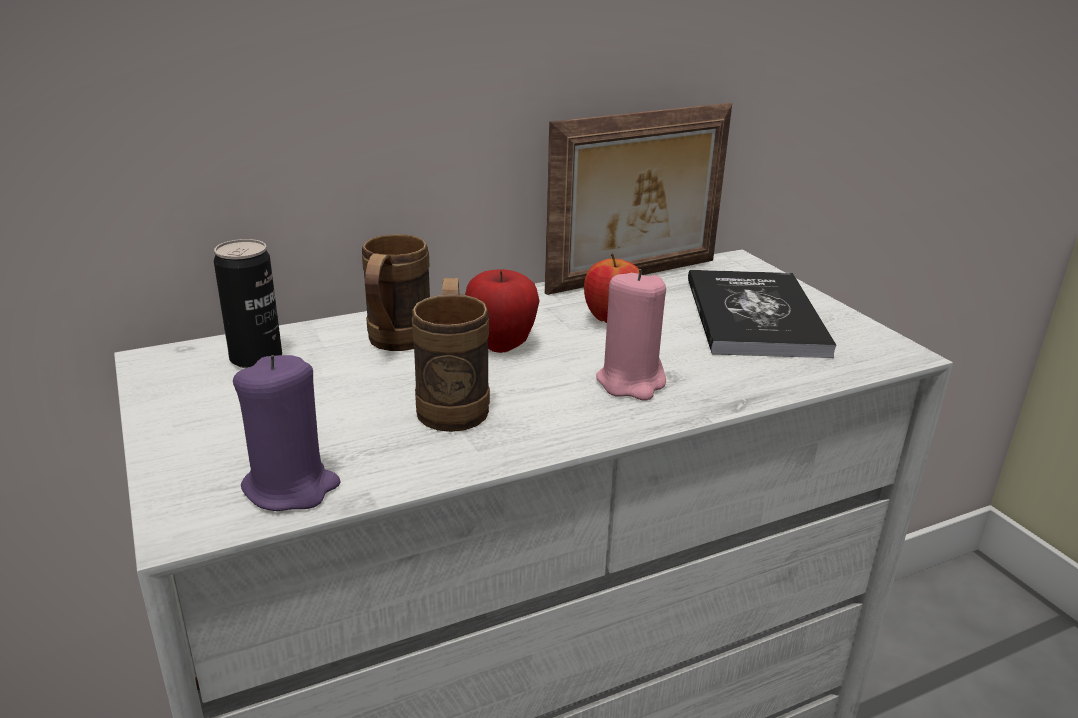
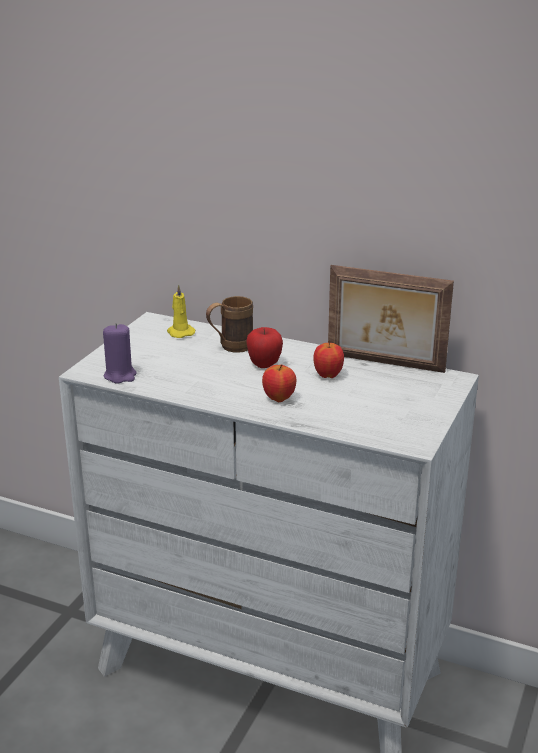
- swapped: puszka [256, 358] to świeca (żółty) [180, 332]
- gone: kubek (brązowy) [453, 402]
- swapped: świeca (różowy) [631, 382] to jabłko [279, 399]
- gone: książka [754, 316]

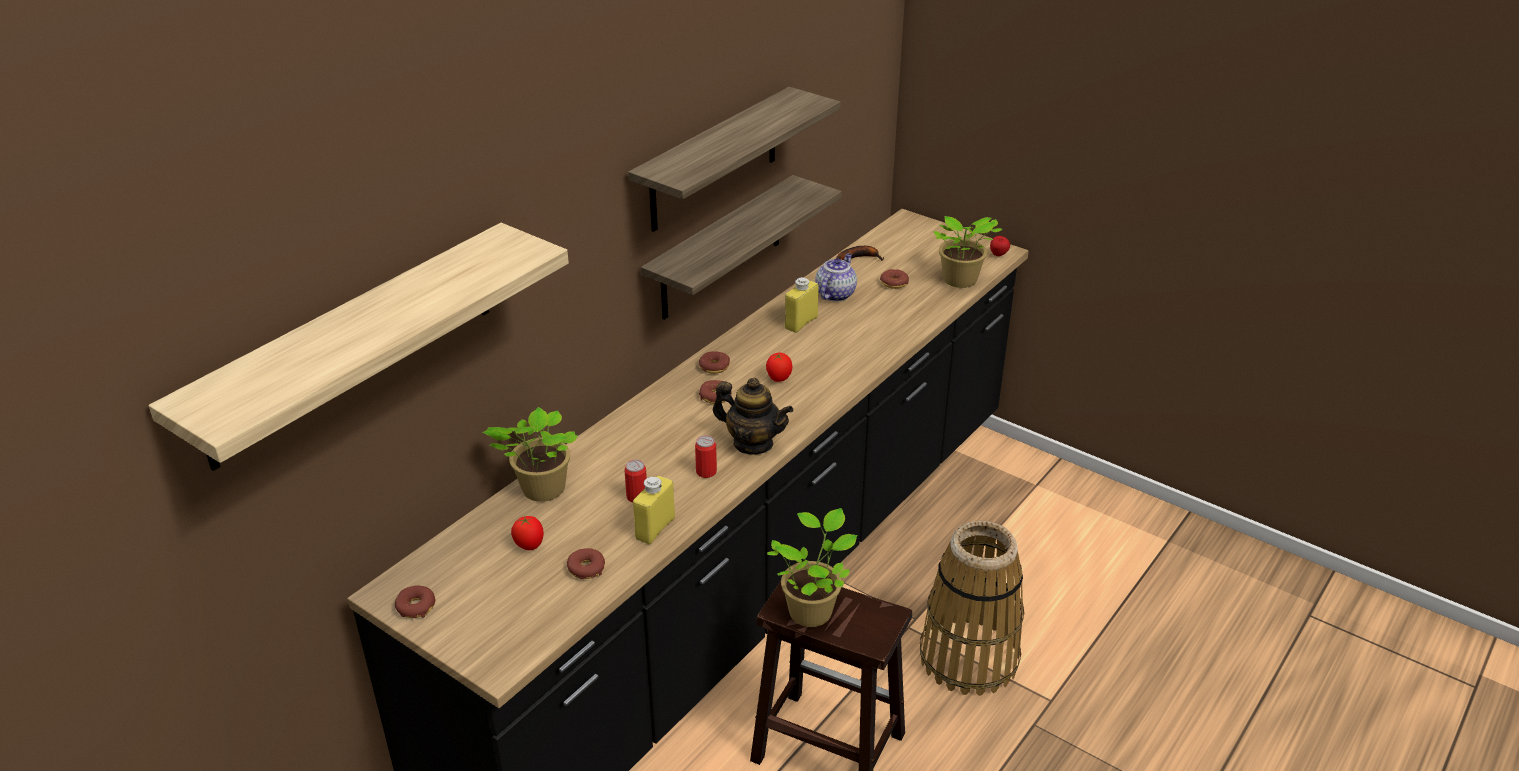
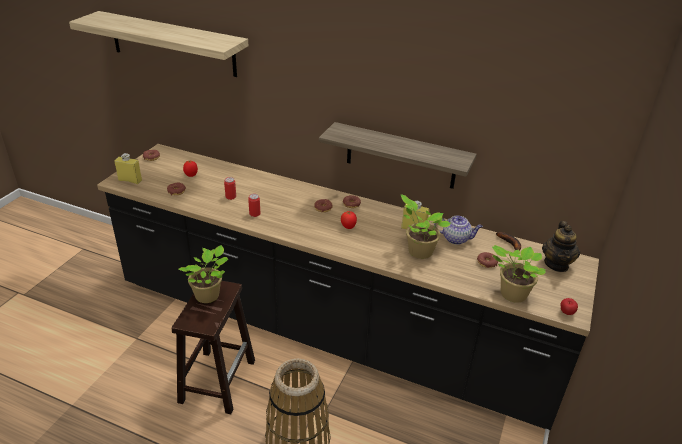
- shifted: roślina doniczkowa [540, 490] to [418, 251]
- gone: półka [714, 160]
- shifted: butelka (żółty) [655, 528] to [130, 180]
- shifted: imbryk [753, 443] to [556, 264]

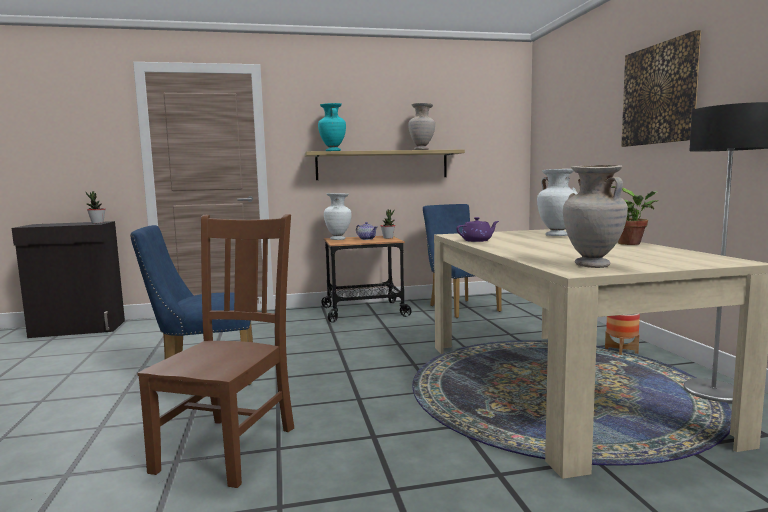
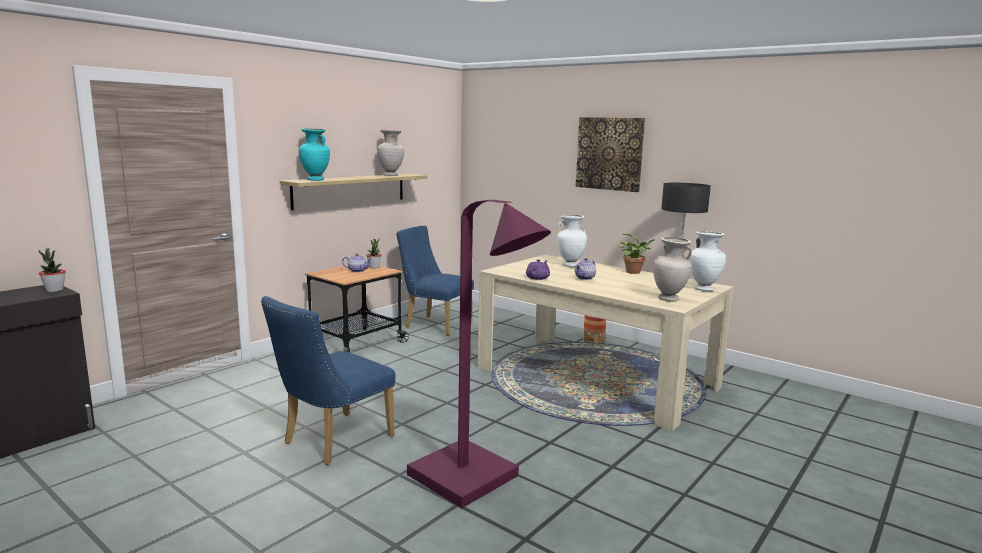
- swapped: krzesło (brązowy) [230, 446] to lampa stojąca (fioletowy) [474, 481]
- shifted: wazon (biały) [338, 239] to [704, 289]
- new: imbryk [585, 278]

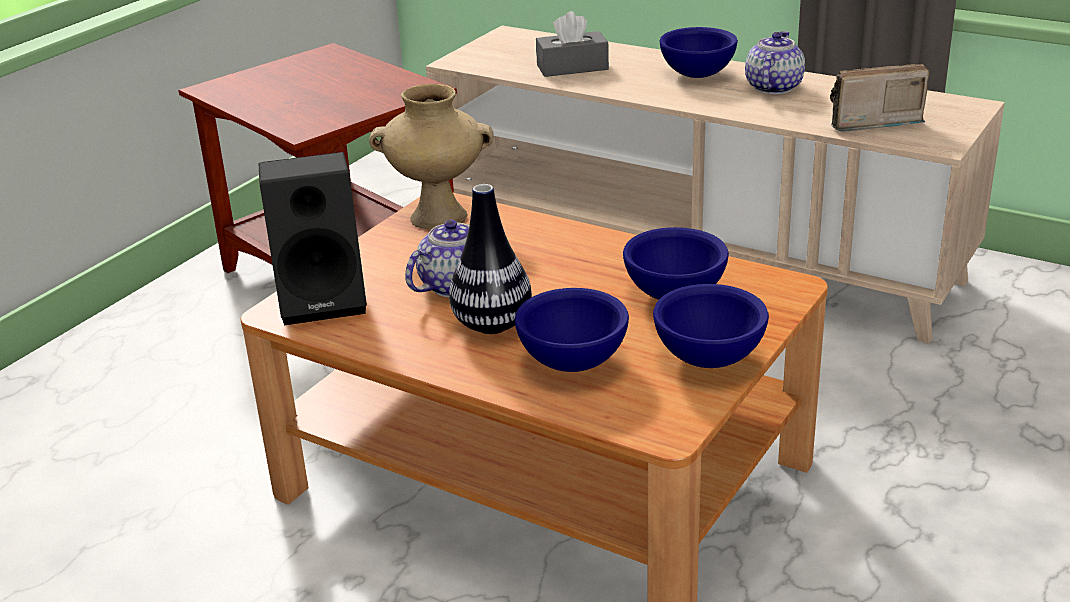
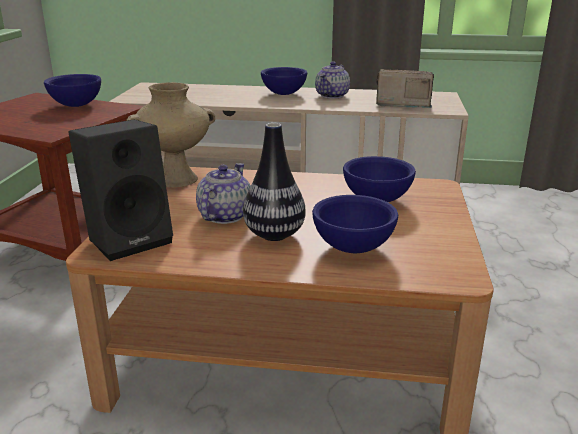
- gone: pudełko chusteczek (szary) [572, 67]
- shifted: miska (niebieski) [707, 358] to [75, 105]
- rotated: imbryk [772, 87] = [332, 95] 150 degrees counterclockwise
- rotated: radio [869, 121] = [401, 104] 45 degrees clockwise

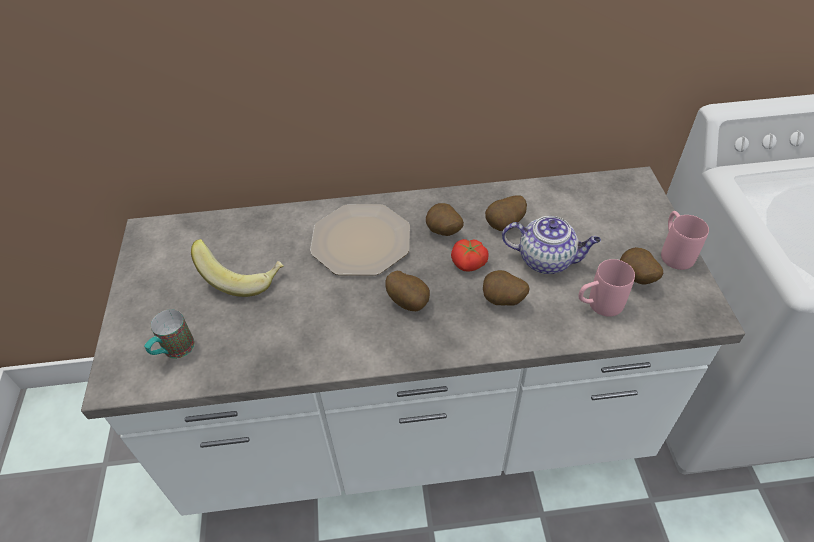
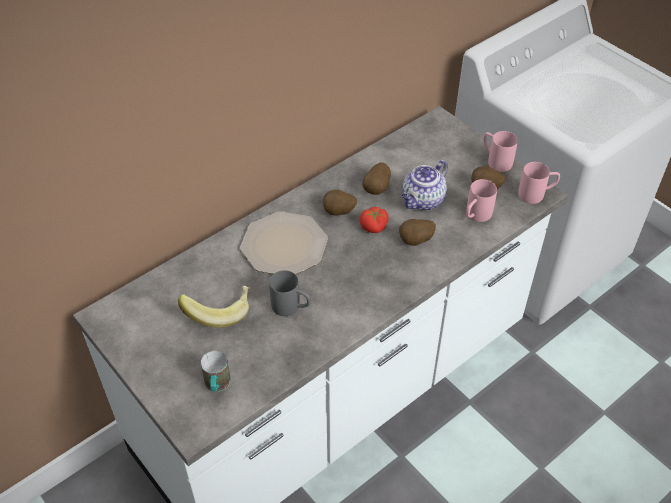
- gone: ziemniak [409, 302]
- rotated: imbryk [547, 260] = [422, 201] 150 degrees clockwise
- new: kubek (szary) [291, 308]
- new: kubek (różowy) [536, 194]

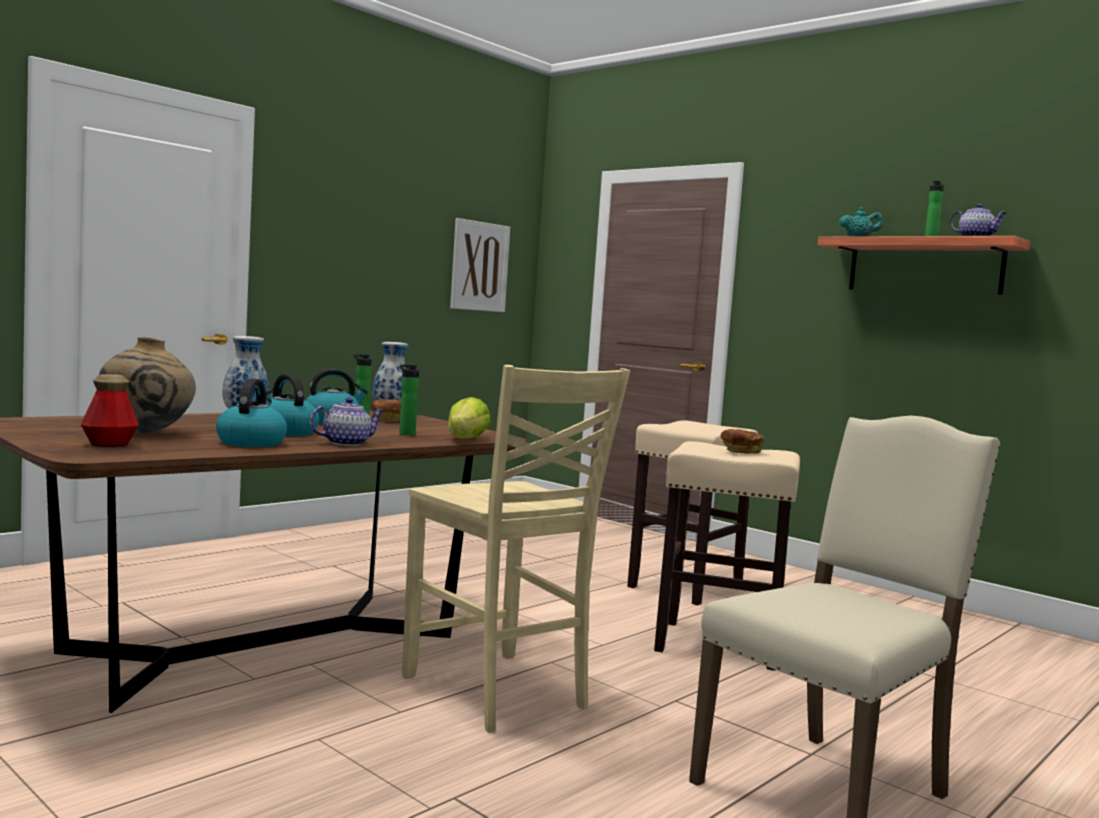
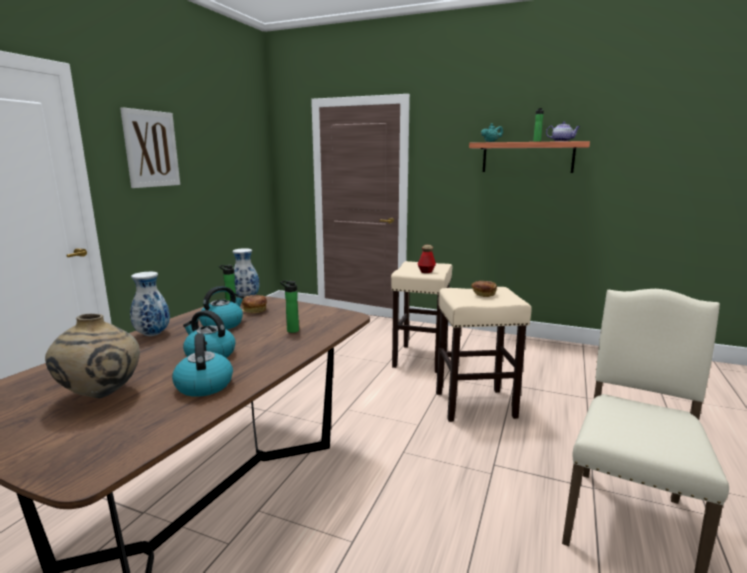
- shifted: butelka [109, 444] to [426, 271]
- gone: imbryk [347, 443]
- gone: krzesło (beżowy) [497, 693]
- gone: sałata [466, 439]
- shifted: obraz [479, 266] to [151, 149]

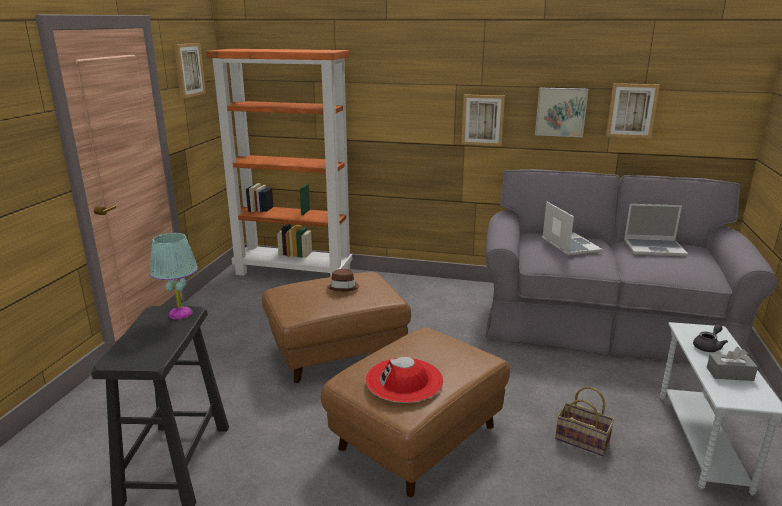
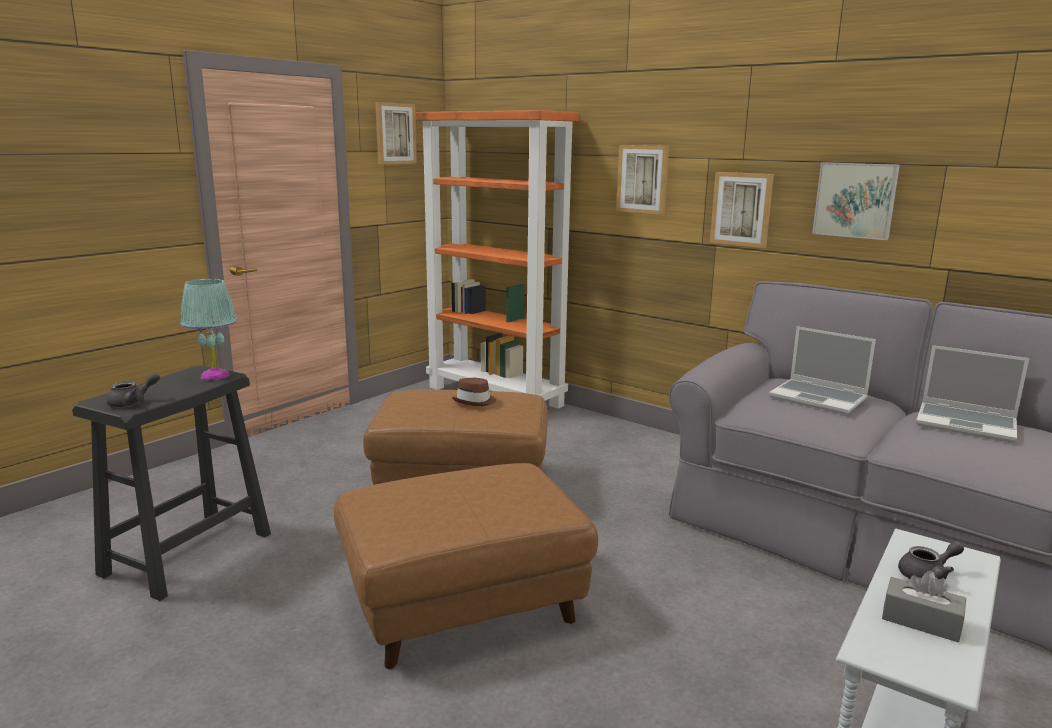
- gone: kapelusz (czerwony) [404, 380]
- rotated: laptop [569, 245] = [819, 398] 120 degrees clockwise
- gone: koszyk [583, 440]
- shifted: obraz [631, 110] to [643, 179]
- new: imbryk (szary) [132, 402]

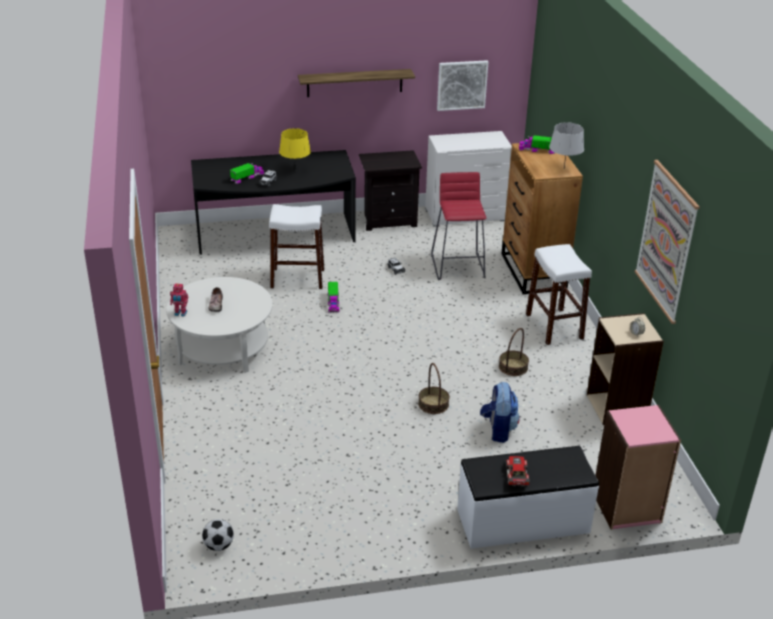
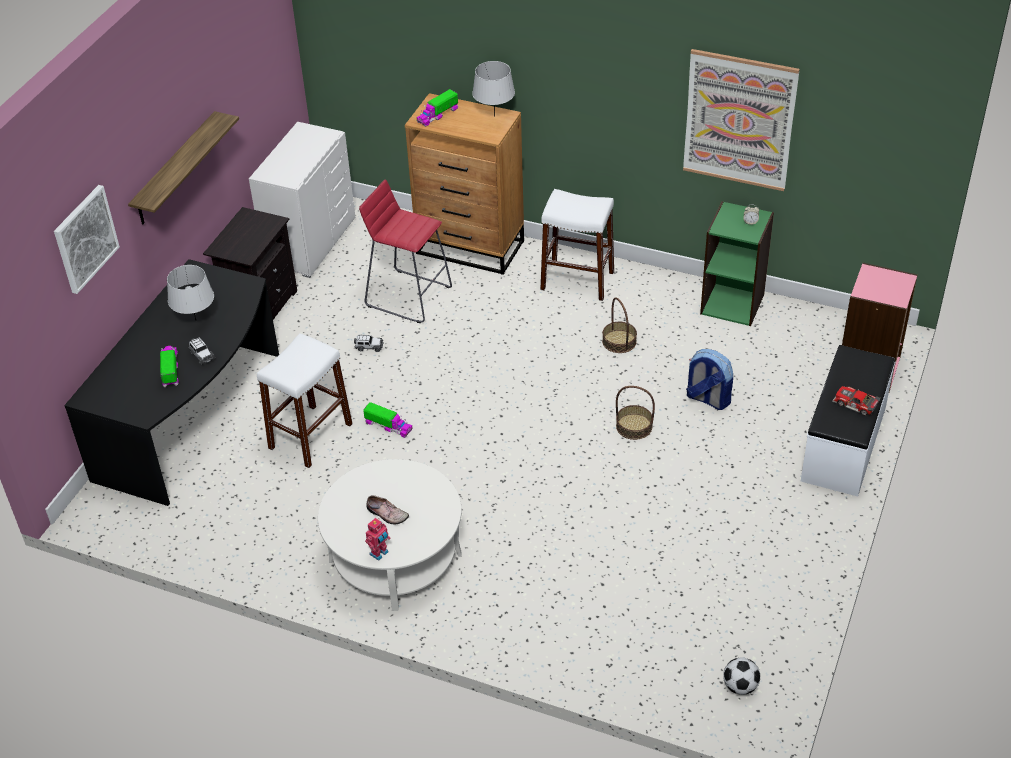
- repainted: lampa stołowa (żółty) [295, 170] to lampa stołowa (szary) [196, 321]
- shifted: obraz [462, 85] to [85, 238]
- repainted: regał (beżowy) [617, 407] to regał (zielony) [732, 303]

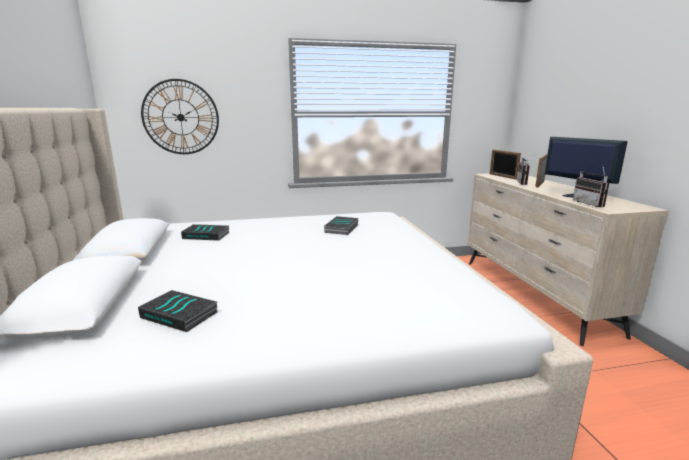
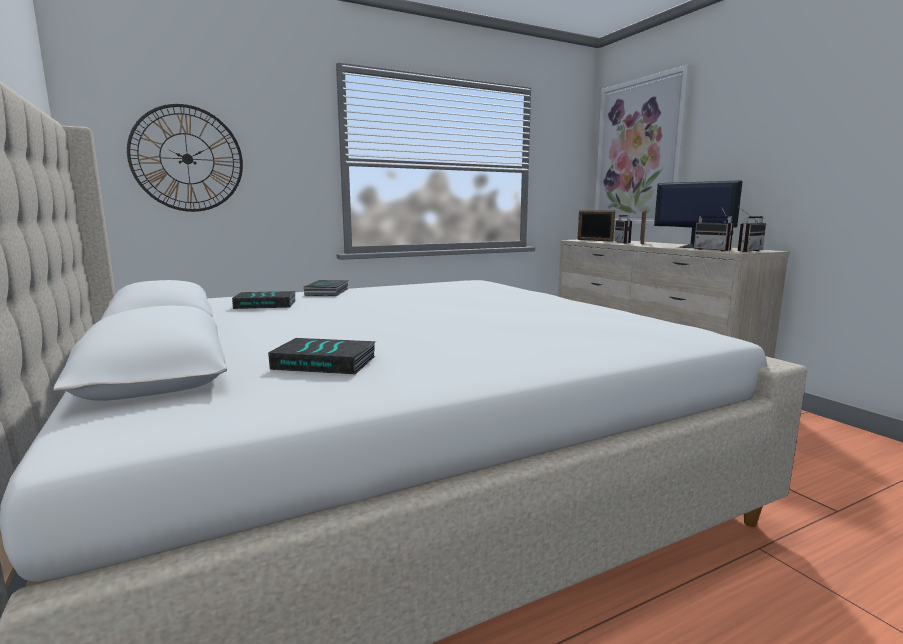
- shifted: książka [342, 228] to [328, 292]
- new: obraz [639, 153]
- new: radio [745, 251]

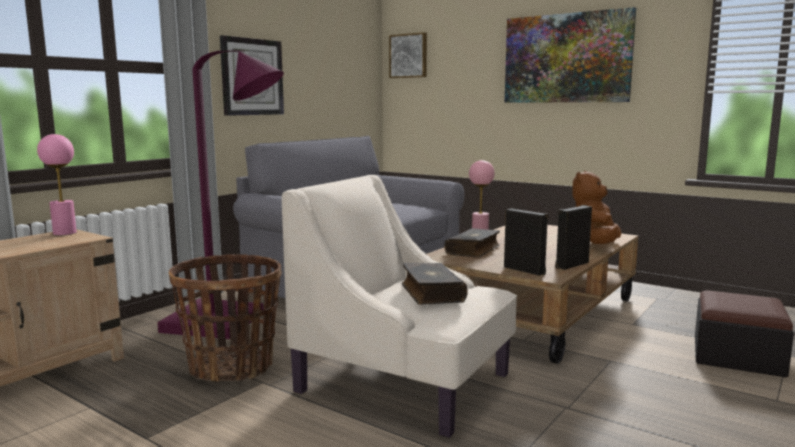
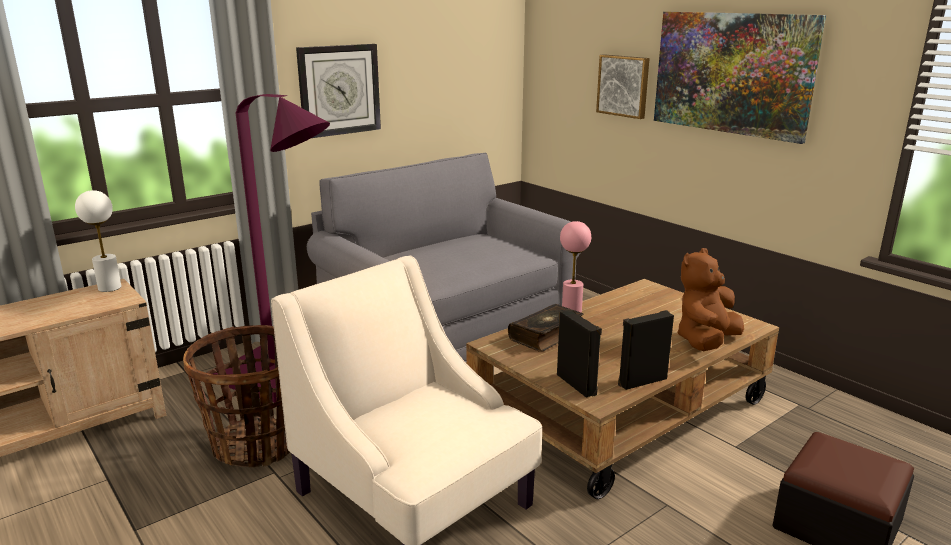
- repainted: lampa stołowa (różowy) [65, 233] to lampa stołowa (biały) [110, 287]
- shifted: obraz [409, 56] to [624, 86]
- gone: książka [431, 293]

